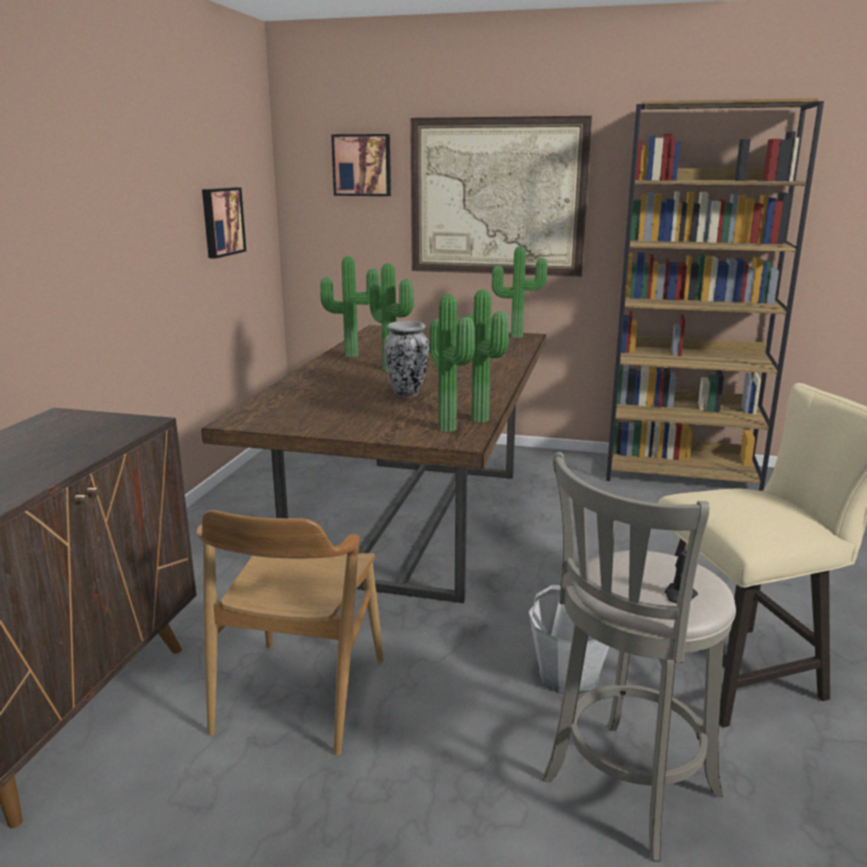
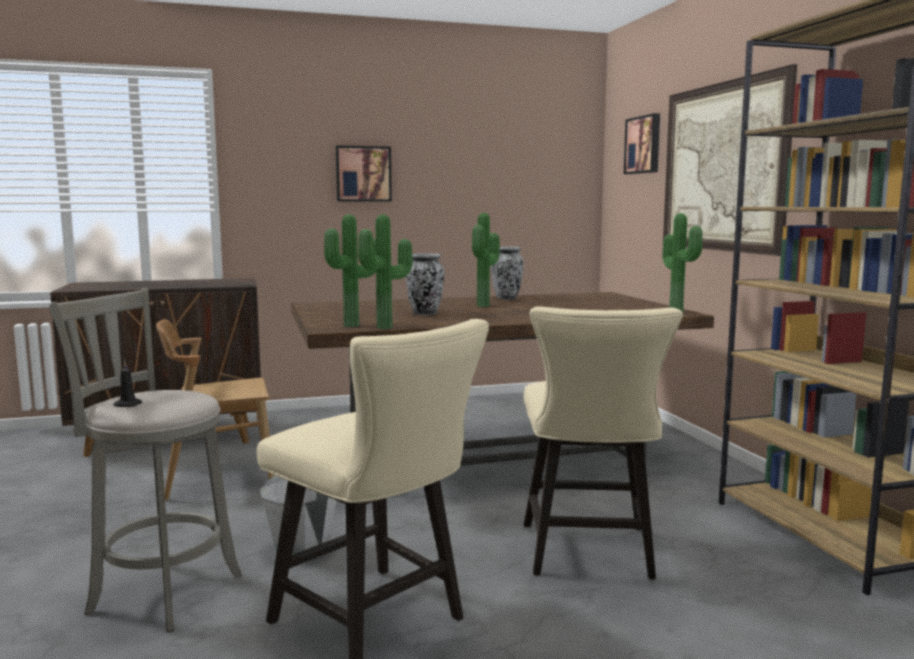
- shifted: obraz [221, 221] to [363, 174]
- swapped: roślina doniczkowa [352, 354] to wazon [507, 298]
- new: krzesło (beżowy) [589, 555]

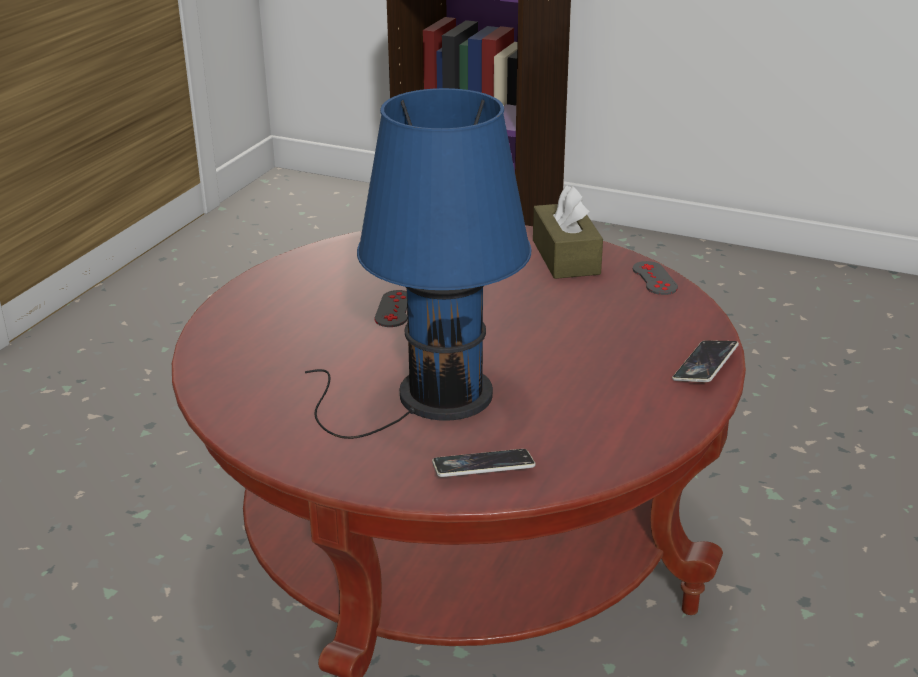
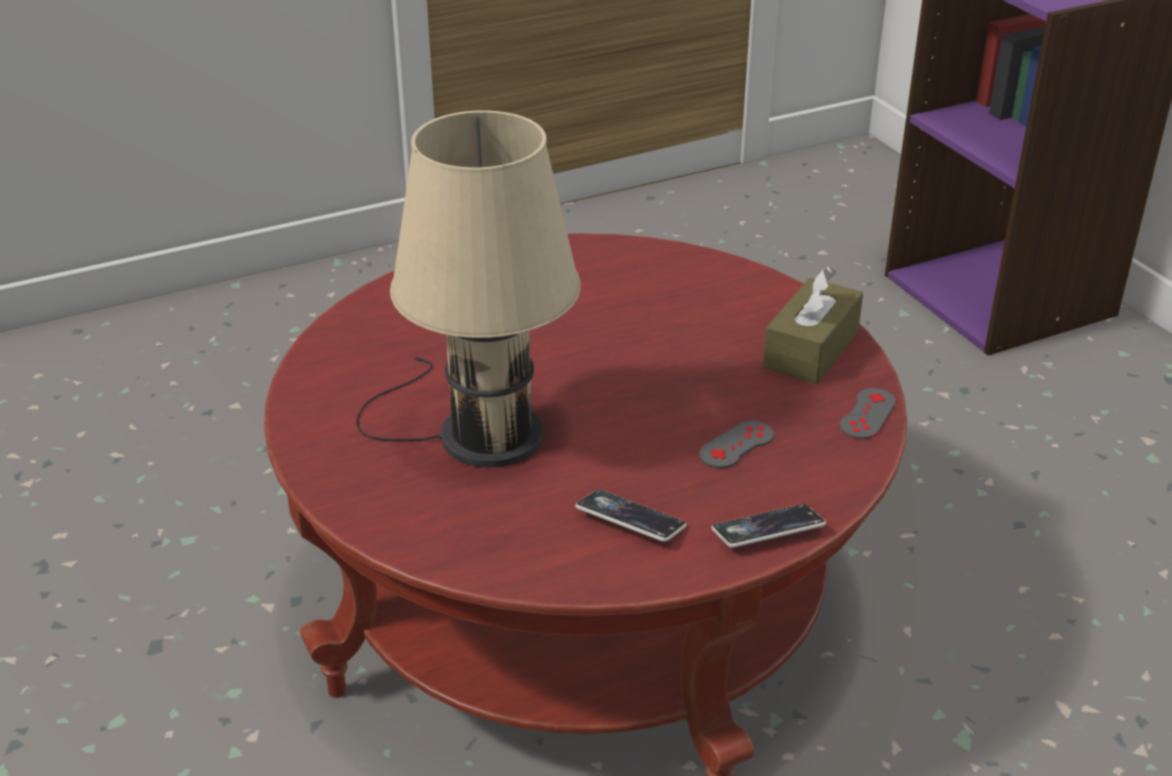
- repainted: lampa stołowa (niebieski) [433, 396] to lampa stołowa (beżowy) [480, 433]
- shifted: pad do gier (szary) [394, 309] to [736, 445]
- shifted: telefon [483, 468] to [630, 521]

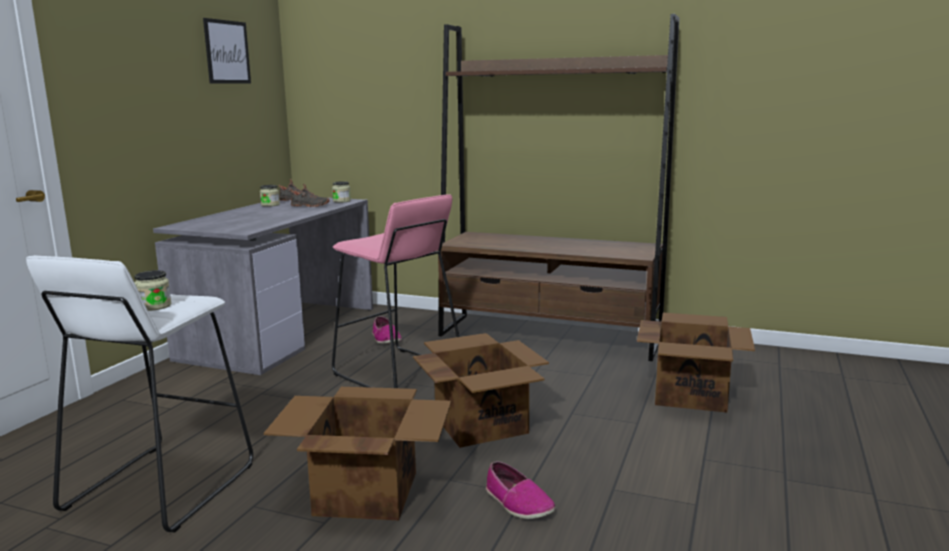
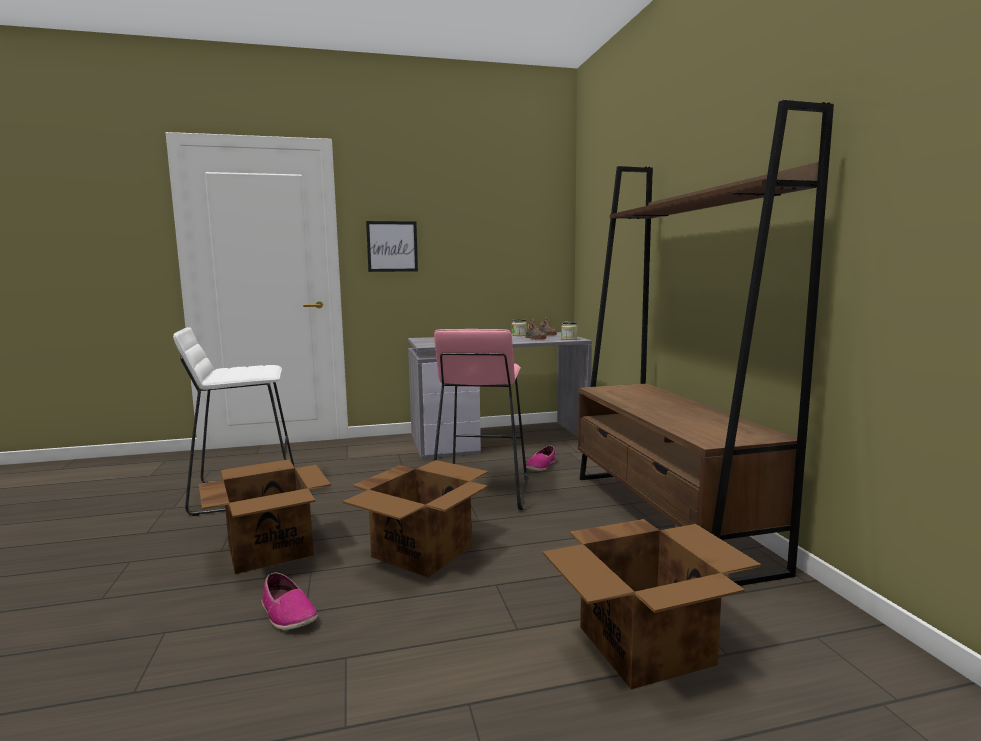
- gone: słoik [154, 306]
- shifted: obraz [227, 52] to [392, 246]
- rotated: but [518, 503] = [287, 614] 60 degrees counterclockwise

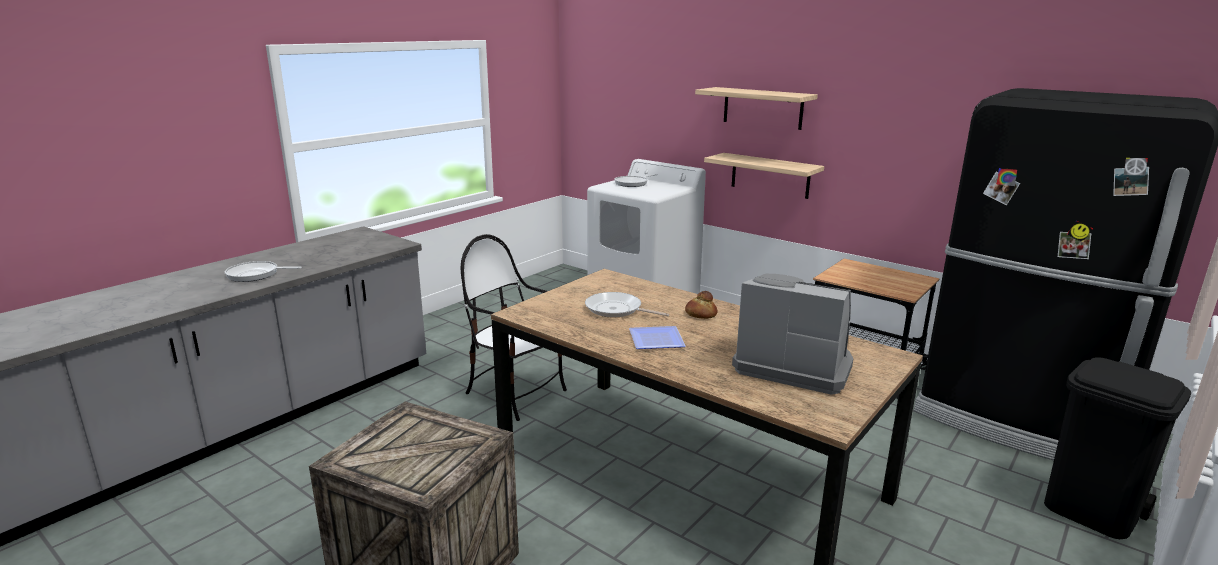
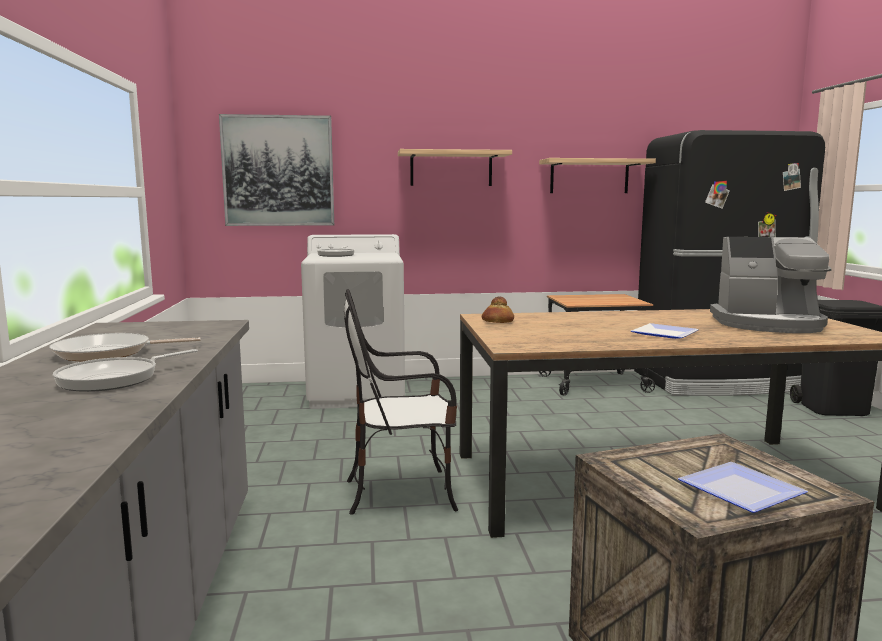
- shifted: patelnia [616, 310] to [109, 353]
- shifted: chleb [700, 314] to [497, 321]
- shifted: półka [770, 175] to [589, 176]
- rotated: ekspres do kawy [792, 365] = [768, 324] 150 degrees counterclockwise
- new: obraz [278, 171]
- new: talerz [741, 493]

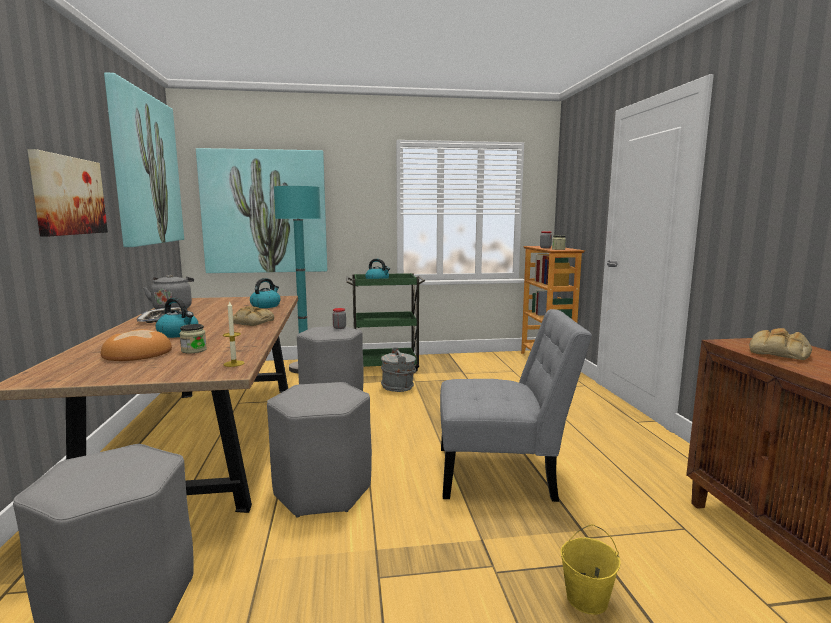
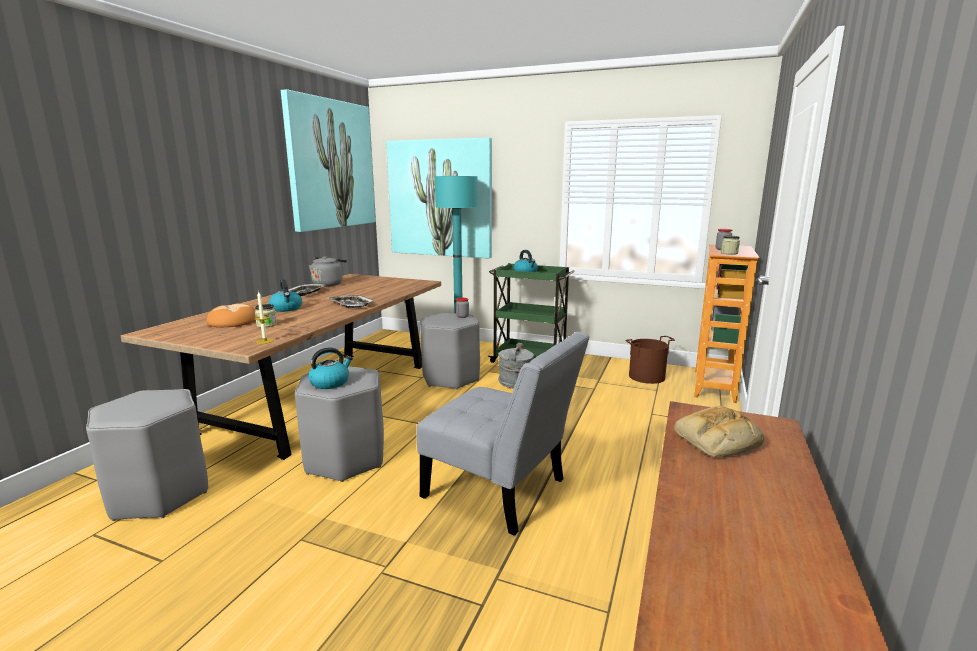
- gone: obraz [68, 196]
- swapped: chleb [251, 322] to taca [351, 305]
- shifted: czajnik [266, 306] to [330, 383]
- gone: wiadro (żółty) [586, 599]
- new: wiadro (brązowy) [647, 377]

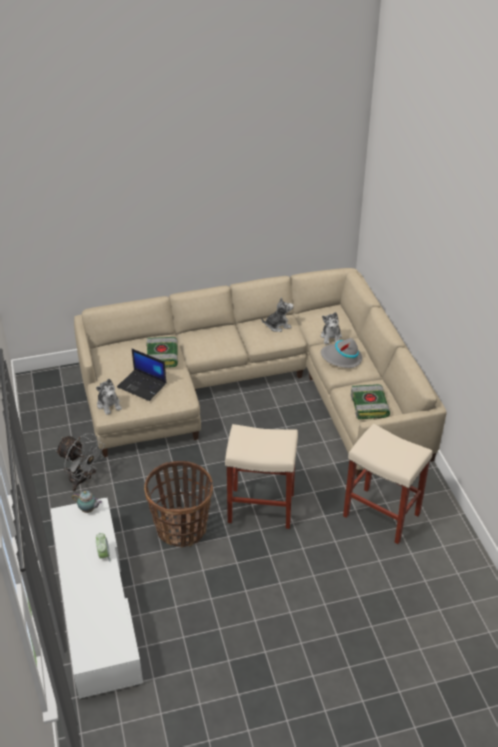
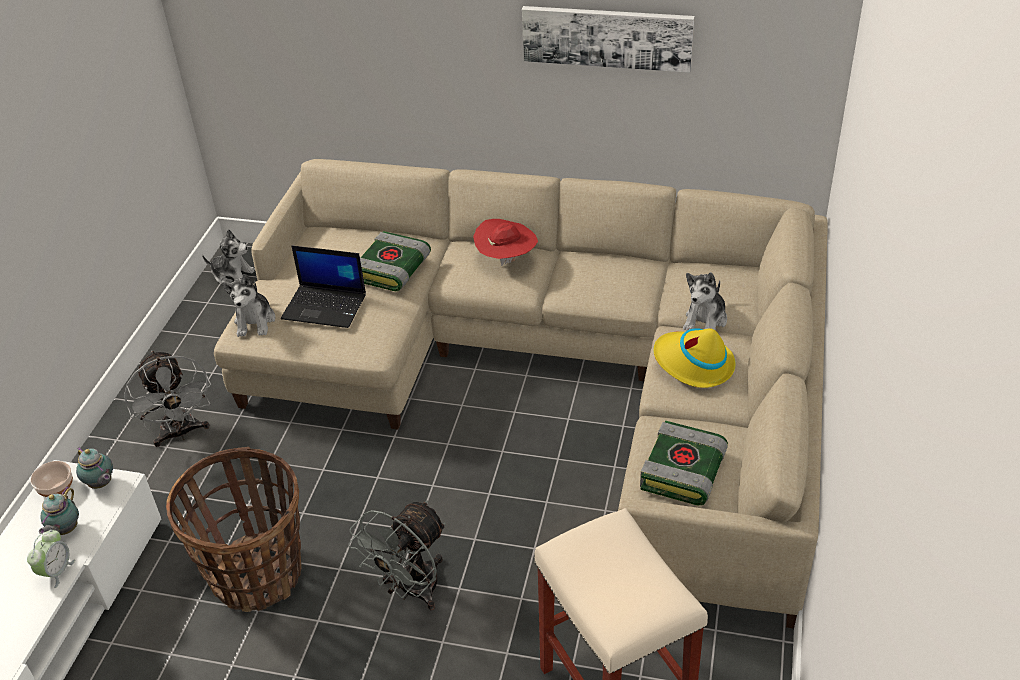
- rotated: laptop [143, 385] = [325, 306] 45 degrees counterclockwise
- swapped: stołek (beżowy) [262, 507] to wentylator (szary) [411, 591]
- shifted: pluszak [278, 325] to [233, 275]
- repainted: kapelusz (szary) [341, 358] to kapelusz (żółty) [693, 364]
- new: miska [57, 488]
- new: imbryk [65, 530]
- new: kapelusz (czerwony) [506, 260]
- new: obraz [607, 37]

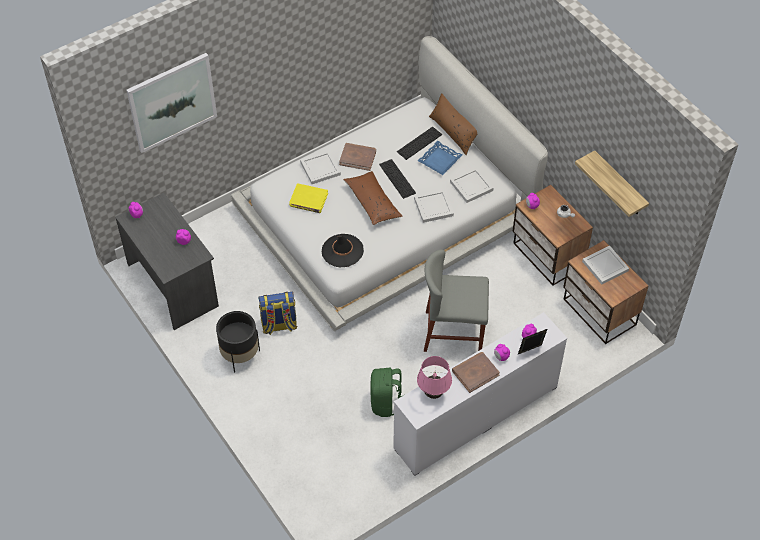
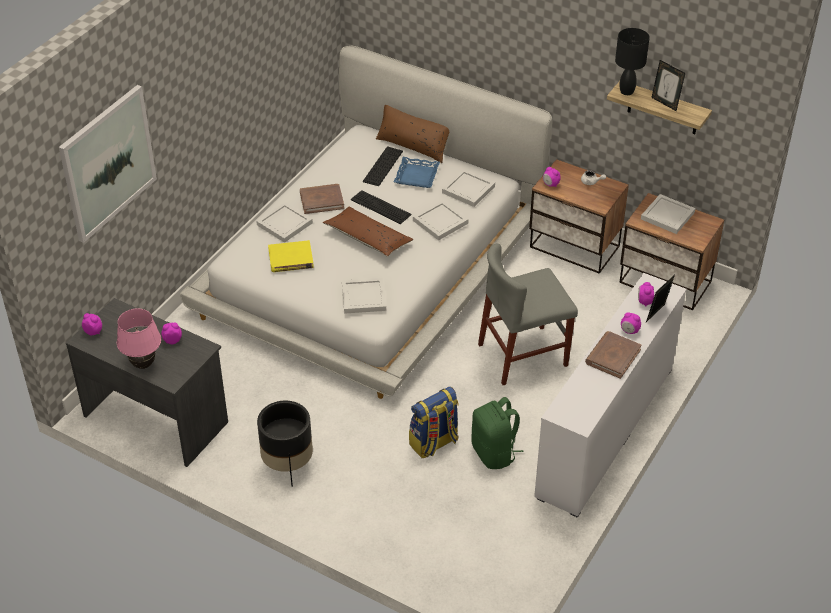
- shifted: plecak [279, 325] to [434, 443]
- swapped: kapelusz (czarny) [342, 251] to taca (biały) [364, 297]
- shifted: lampa stołowa (różowy) [433, 393] to [143, 364]
- new: lampa stołowa (czarny) [627, 91]
- new: ramka na zdjęcie [665, 103]

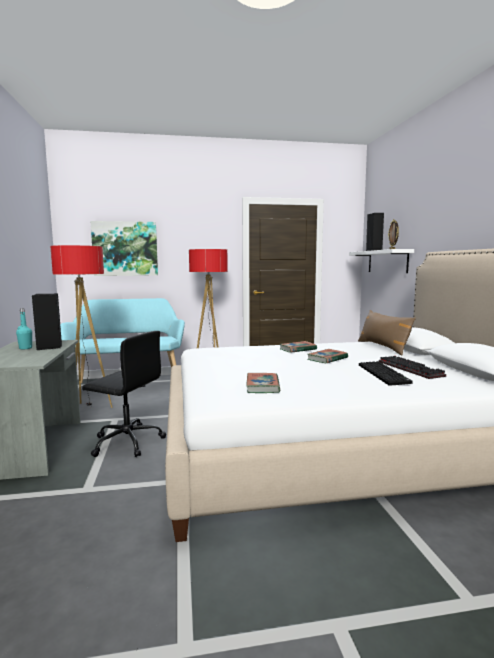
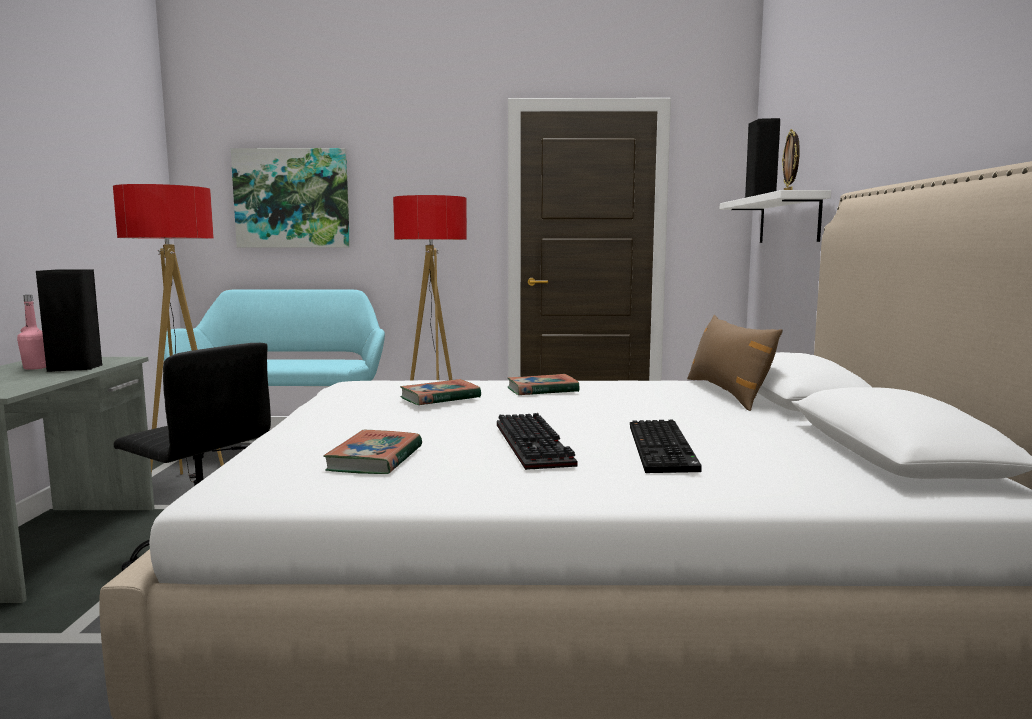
- repainted: butelka (turkusowy) [25, 348] to butelka (różowy) [35, 368]
- shifted: książka [327, 359] to [440, 398]
- shifted: klawiatura [412, 369] to [536, 445]

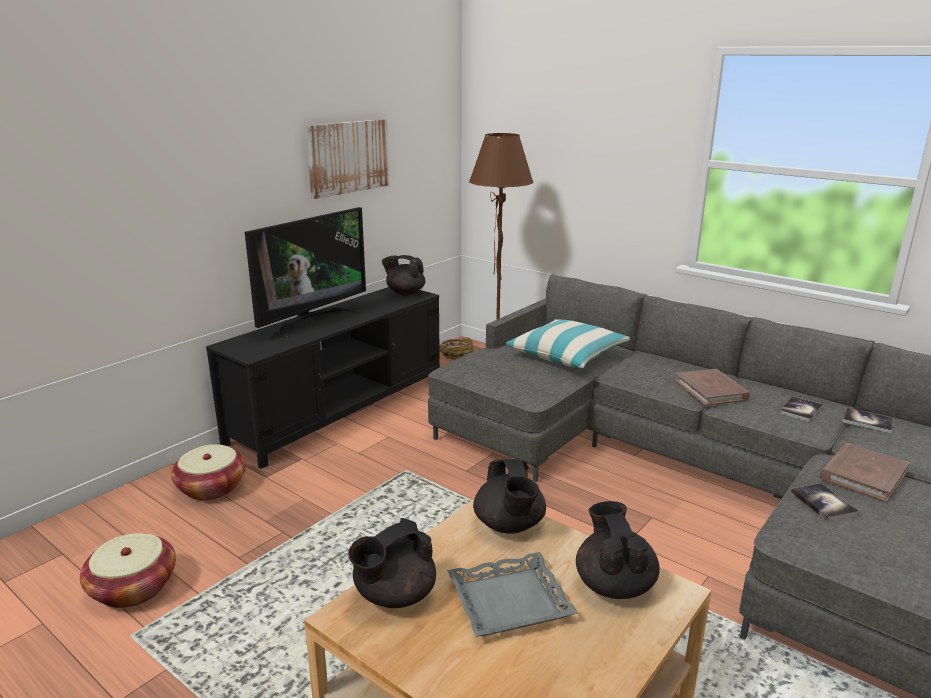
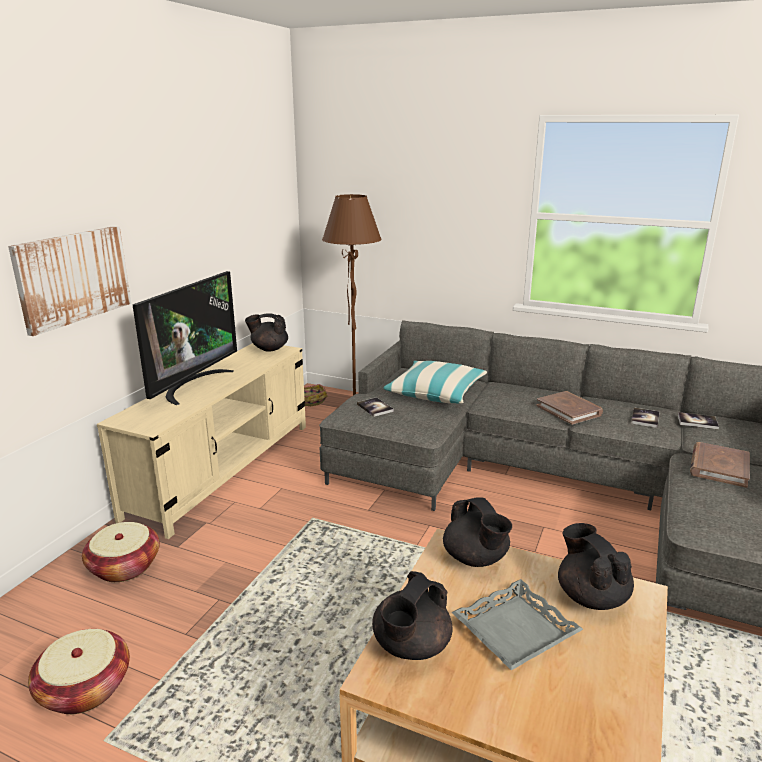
- repainted: szafka pod telewizor (czarny) [341, 410] to szafka pod telewizor (beżowy) [224, 468]
- shifted: obraz [348, 157] to [73, 277]
- shifted: książka [823, 503] to [375, 408]

